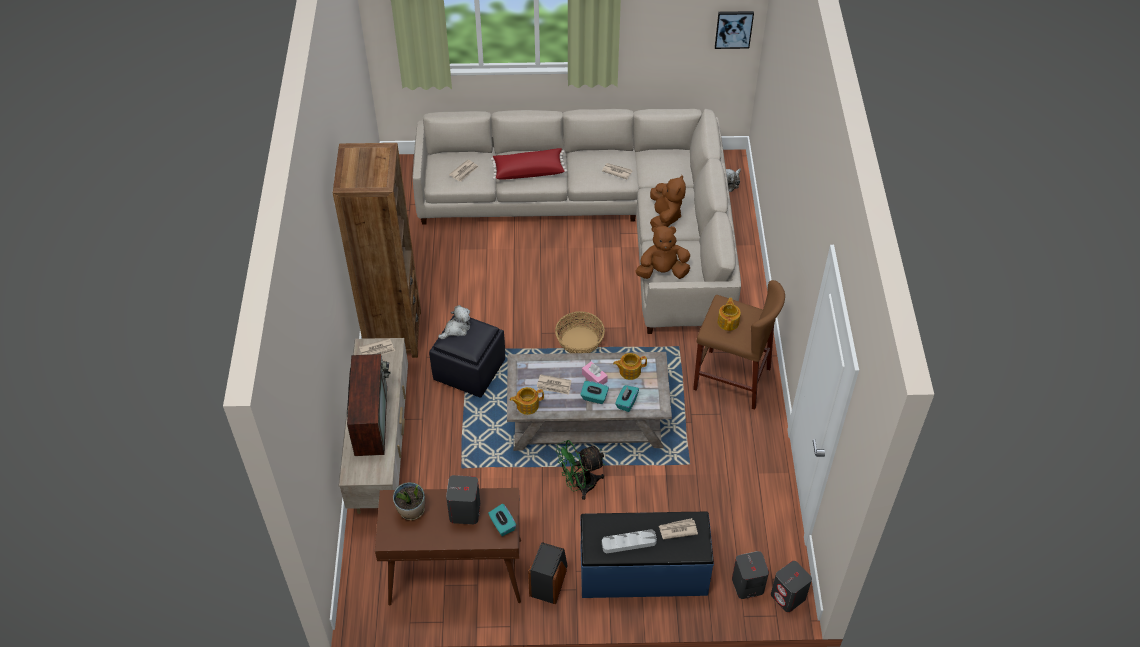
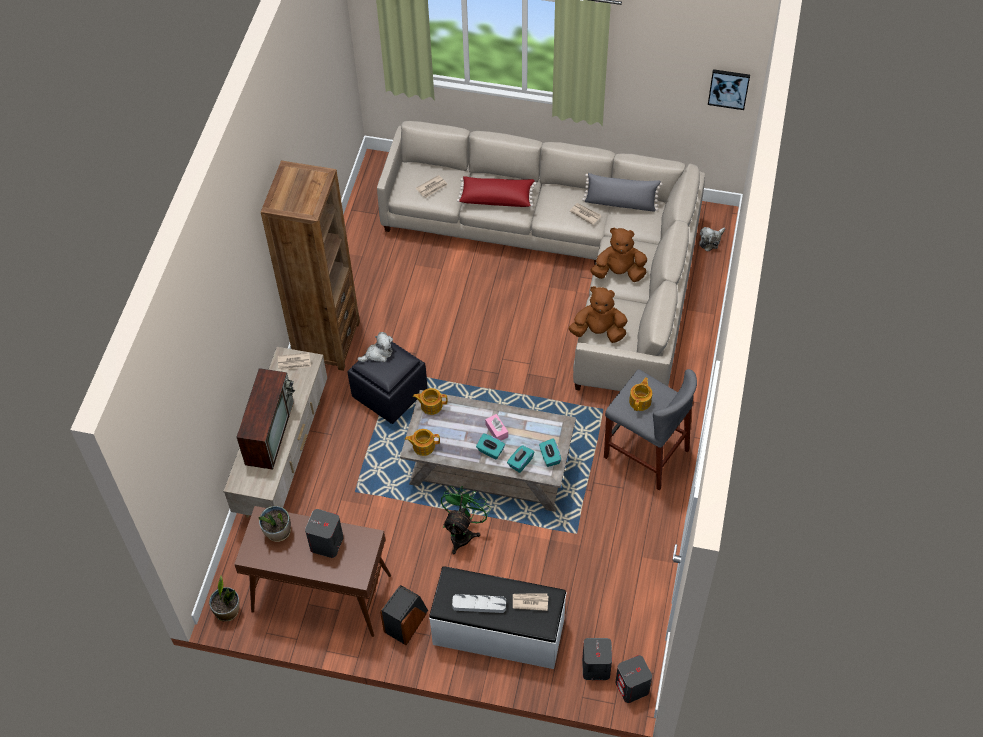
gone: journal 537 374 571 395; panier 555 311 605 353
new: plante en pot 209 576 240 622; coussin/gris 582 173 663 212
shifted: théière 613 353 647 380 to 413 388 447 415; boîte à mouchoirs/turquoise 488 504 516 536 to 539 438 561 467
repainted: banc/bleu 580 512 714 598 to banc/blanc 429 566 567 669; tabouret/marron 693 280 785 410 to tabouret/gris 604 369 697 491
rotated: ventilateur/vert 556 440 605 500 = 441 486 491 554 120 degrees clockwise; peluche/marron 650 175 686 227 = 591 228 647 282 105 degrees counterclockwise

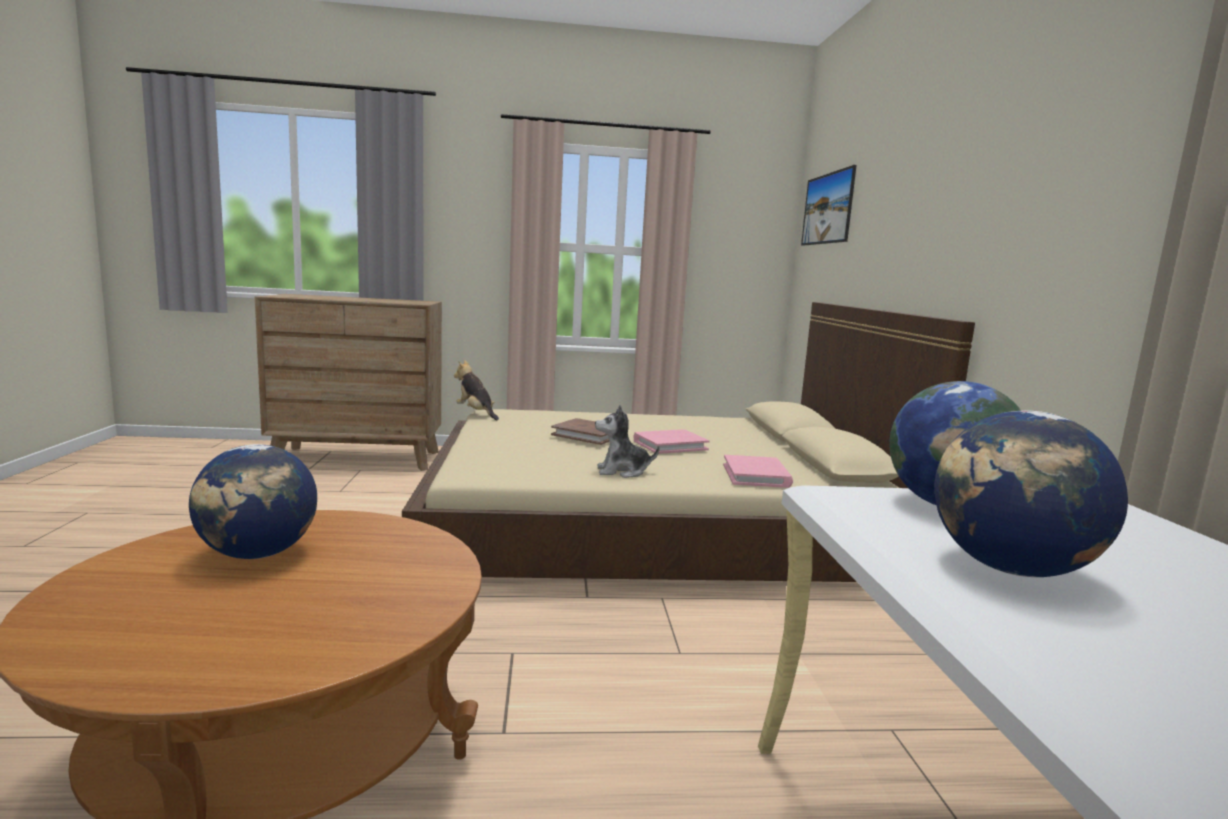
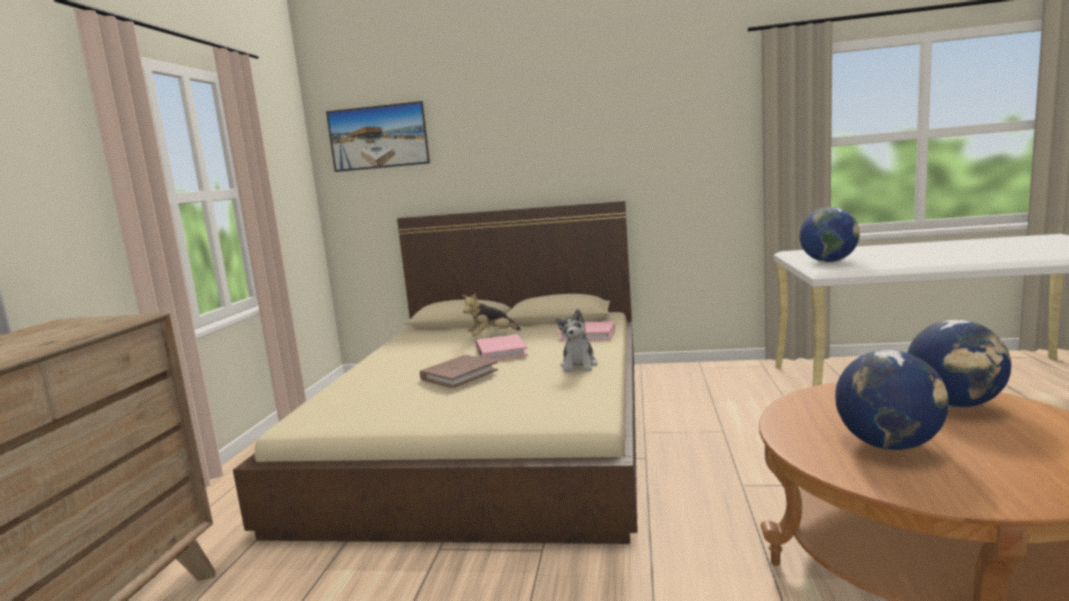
shifted: peluche 454 360 499 420 to 462 294 521 336; globe 935 410 1128 577 to 907 320 1011 407

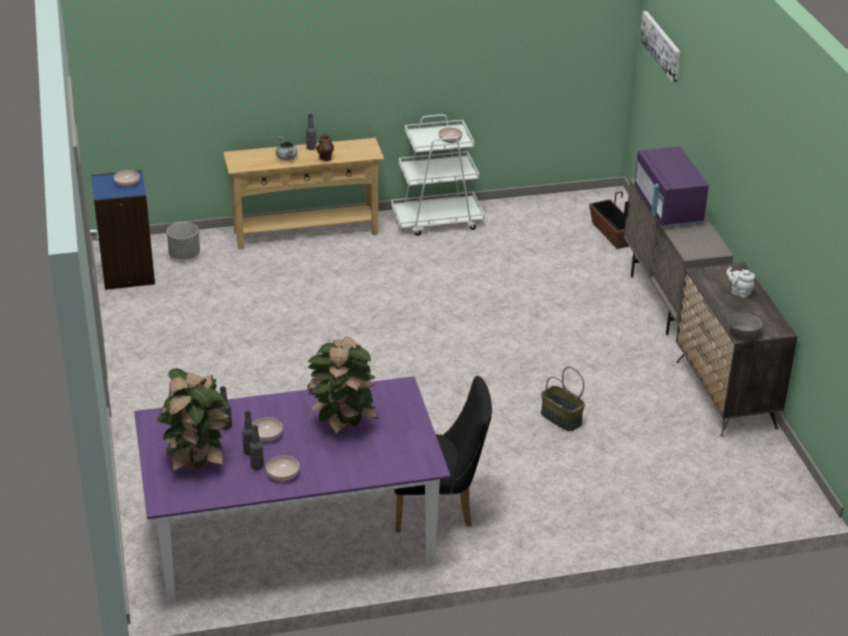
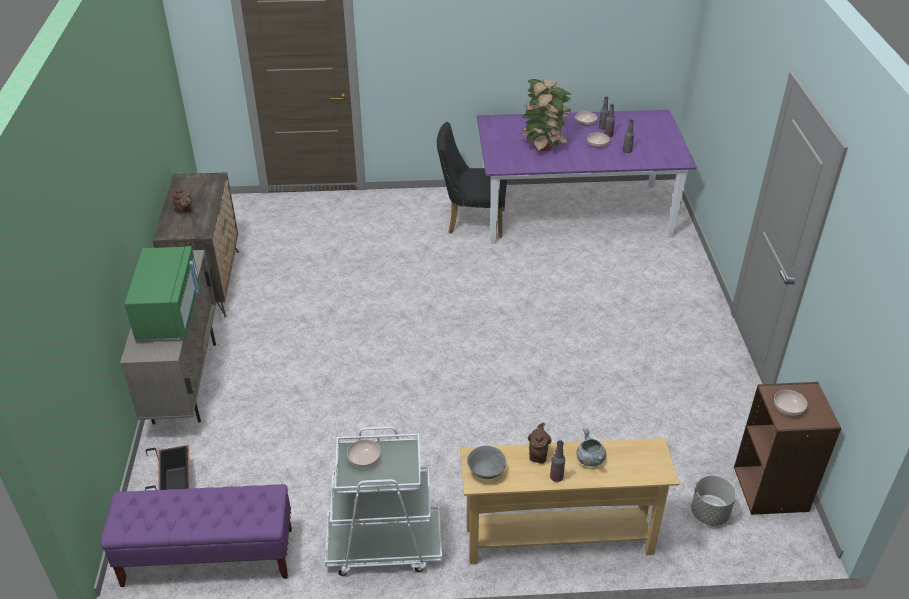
gone: plante en pot 156 368 230 472; panier 541 367 585 431; tableau 640 11 681 82
new: banc/violet 101 484 292 587
shifted: bol/gris 728 312 763 338 to 467 446 506 479
repainted: micro-ondes/violet 634 147 709 228 to micro-ondes/vert 125 246 199 340; théière/blanc 726 267 755 298 to théière/marron 172 187 192 215; bibliothèque/bleu 91 170 155 290 to bibliothèque/marron 734 382 841 515

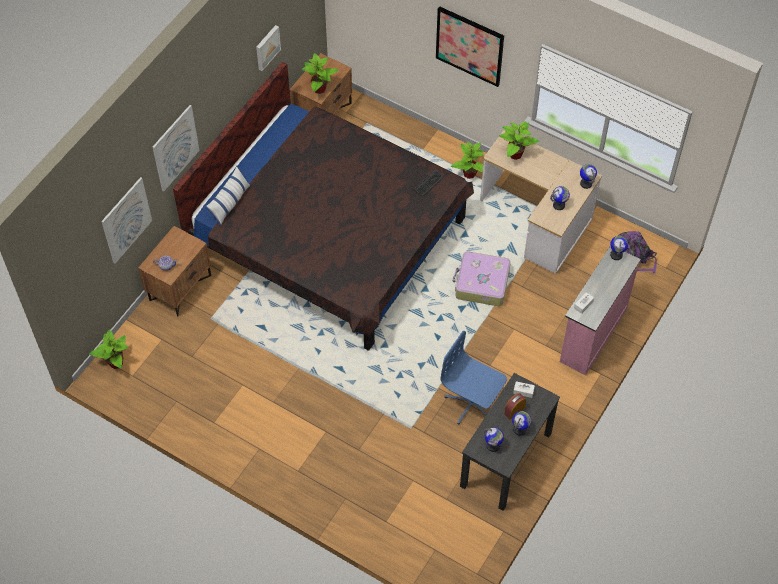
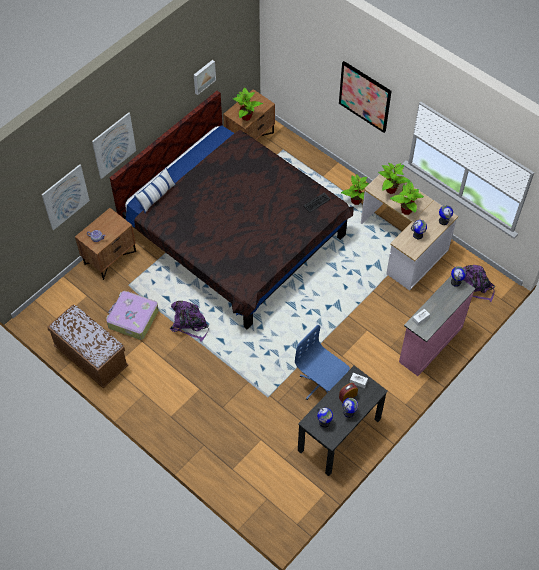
new: banc/marron 47 304 128 388; sac à dos/violet 170 301 209 342
shifted: valise 453 251 511 306 to 106 291 159 340; plante en pot 89 330 128 369 to 390 181 424 215

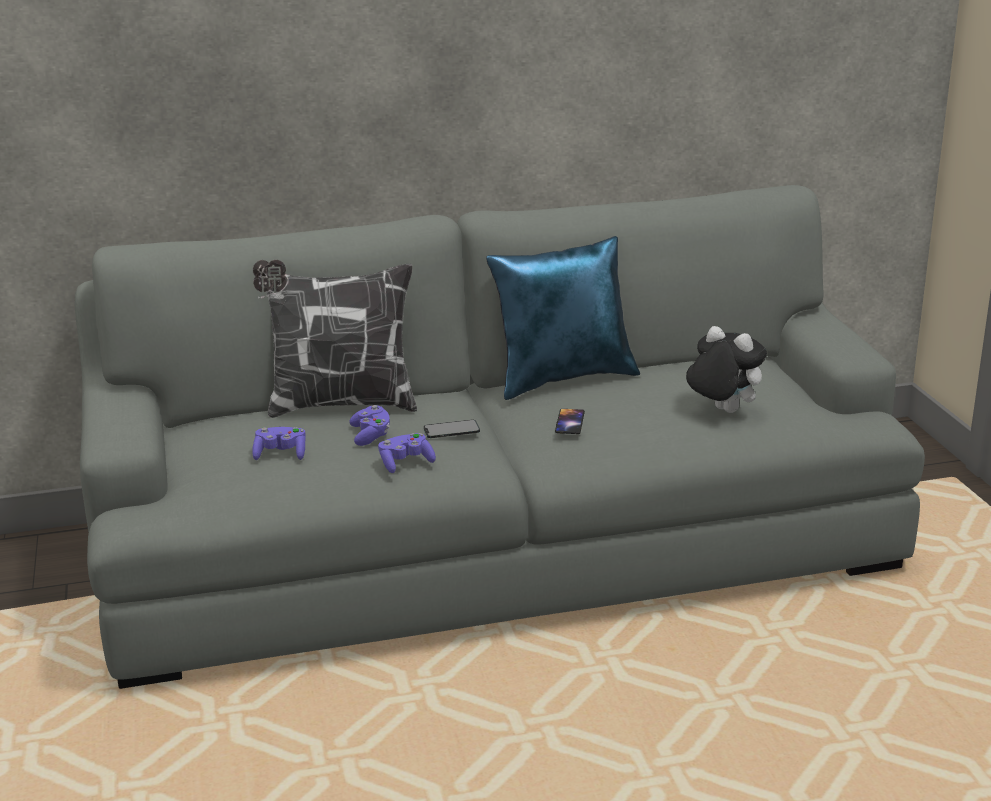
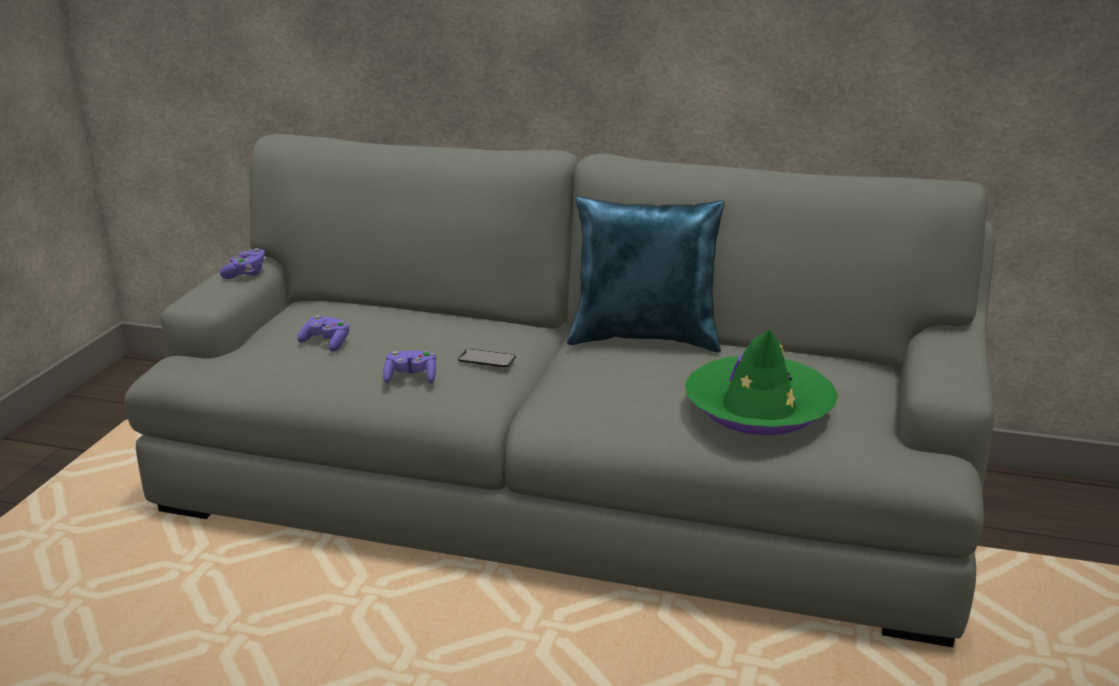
gone: coussin 253 259 417 418; téléphone 555 409 585 434
shifted: manette/violet 349 405 390 446 to 220 248 266 279
swapped: peluche 686 326 767 413 to chapeau/vert 685 329 838 435

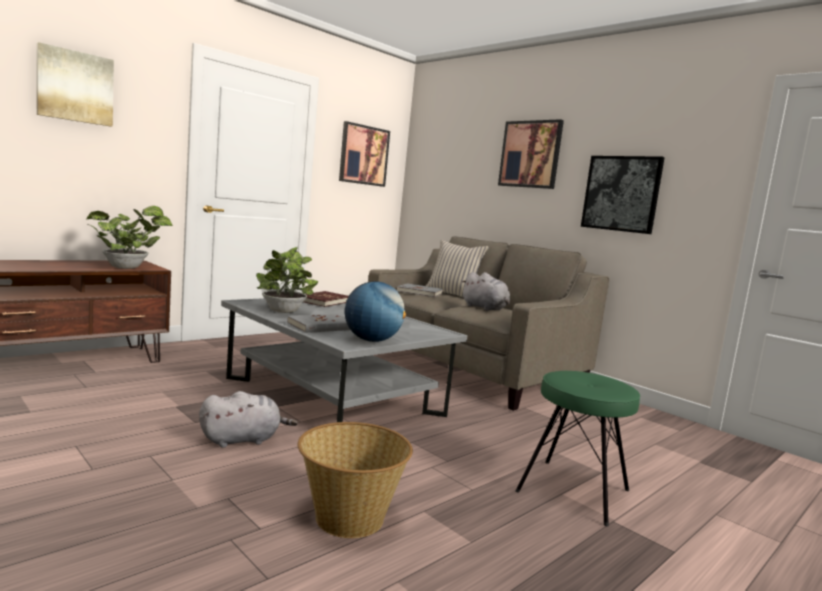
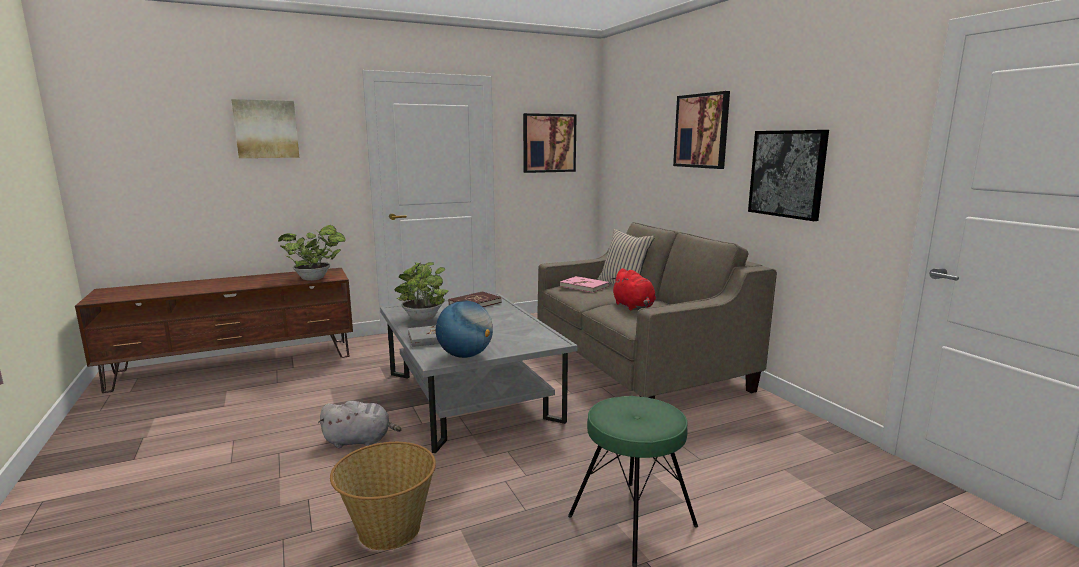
repainted: livre/gris 397 283 443 297 to livre/rose 560 276 609 293; peluche/gris 461 272 510 311 to peluche/rouge 611 268 656 311

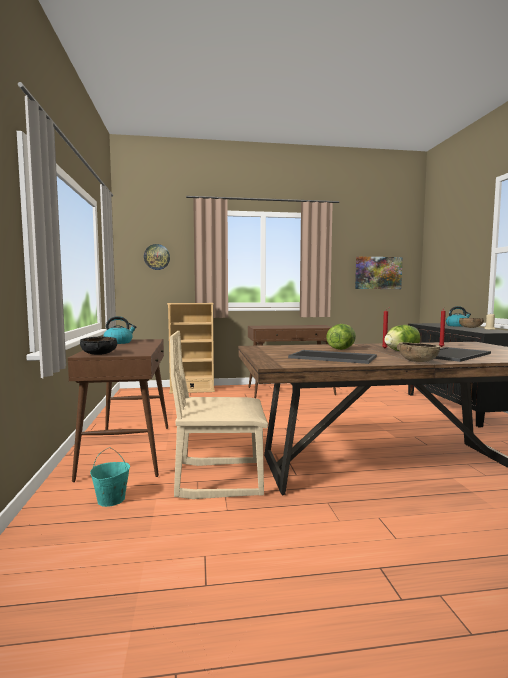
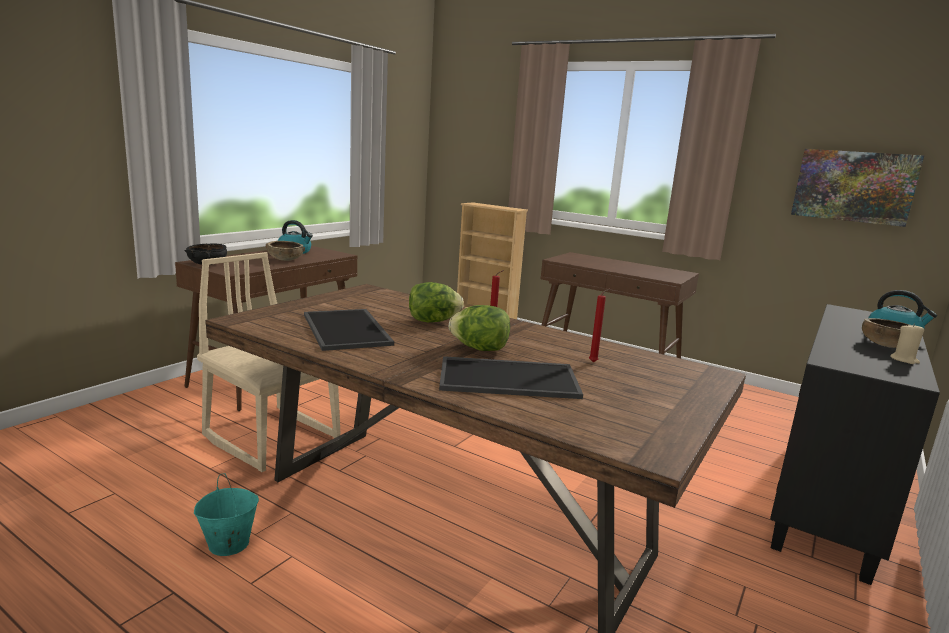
gone: horloge murale 144 244 170 270
shifted: seau/turquoise 90 447 130 507 to 194 473 259 556; bol/marron 397 342 440 362 to 266 241 305 261

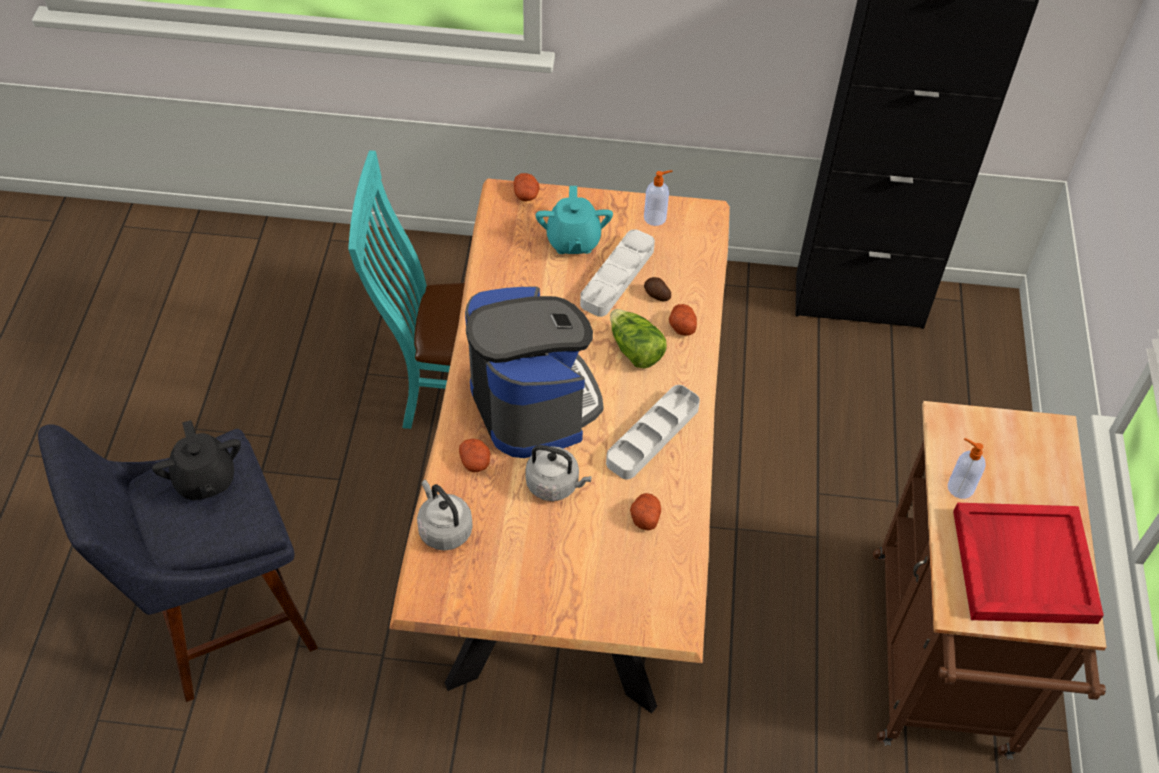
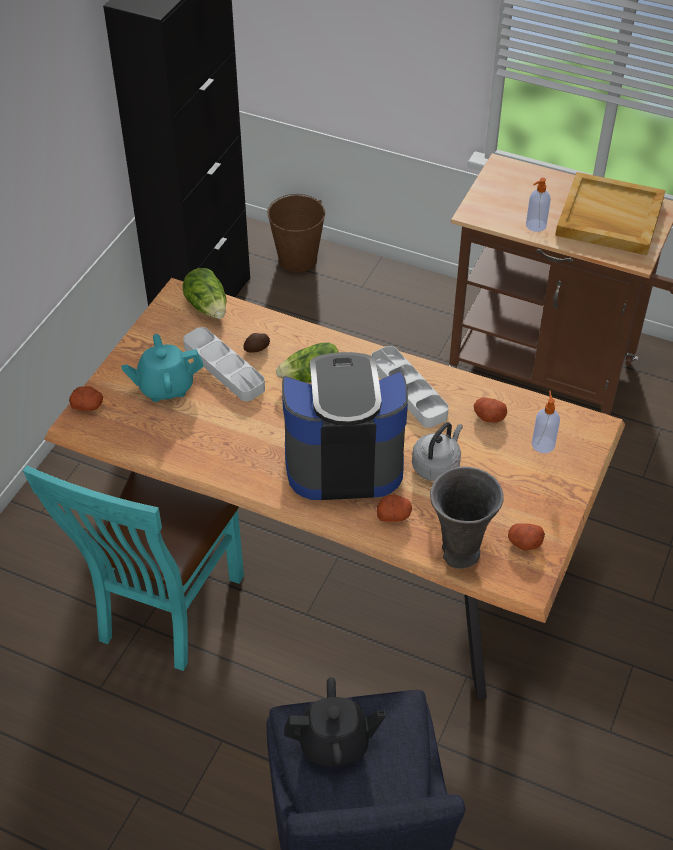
new: laitue 182 268 226 319; seau/marron 267 194 325 273
shifted: pomme de terre 669 304 697 336 to 508 523 545 550; distributeur de savon 644 170 672 226 to 532 390 560 453
swapped: bouilloire/gris 417 480 473 551 to vase/gris 430 466 504 569
repainted: plateau/rouge 953 503 1104 624 to plateau/beige 555 172 665 255
rotated: théière/turquoise 536 186 613 254 = 121 334 204 402 150 degrees clockwise

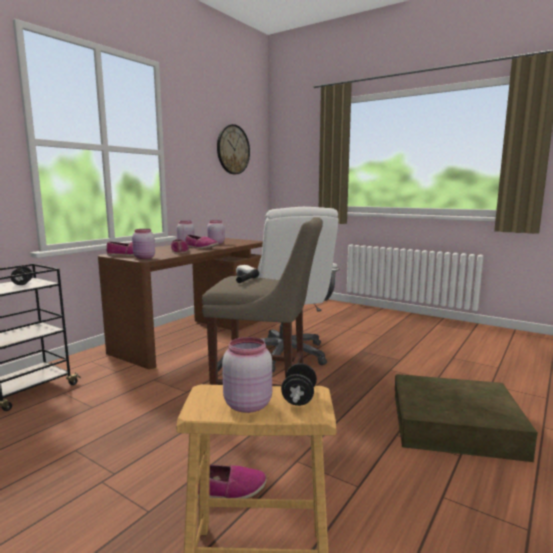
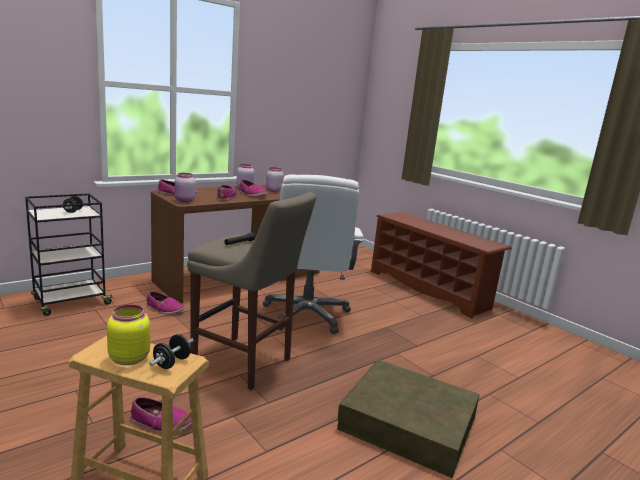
gone: horloge murale 217 124 250 174
new: chaussure 146 292 185 314; étagère à chaussures/marron 371 212 512 319
repainted: bocal/rose 222 337 272 413 to bocal/jaune 107 305 150 365

